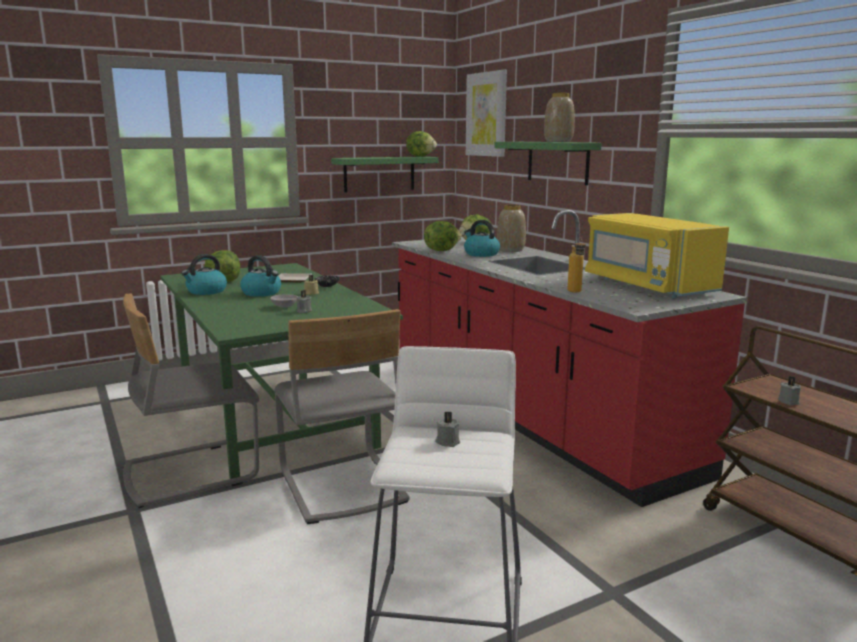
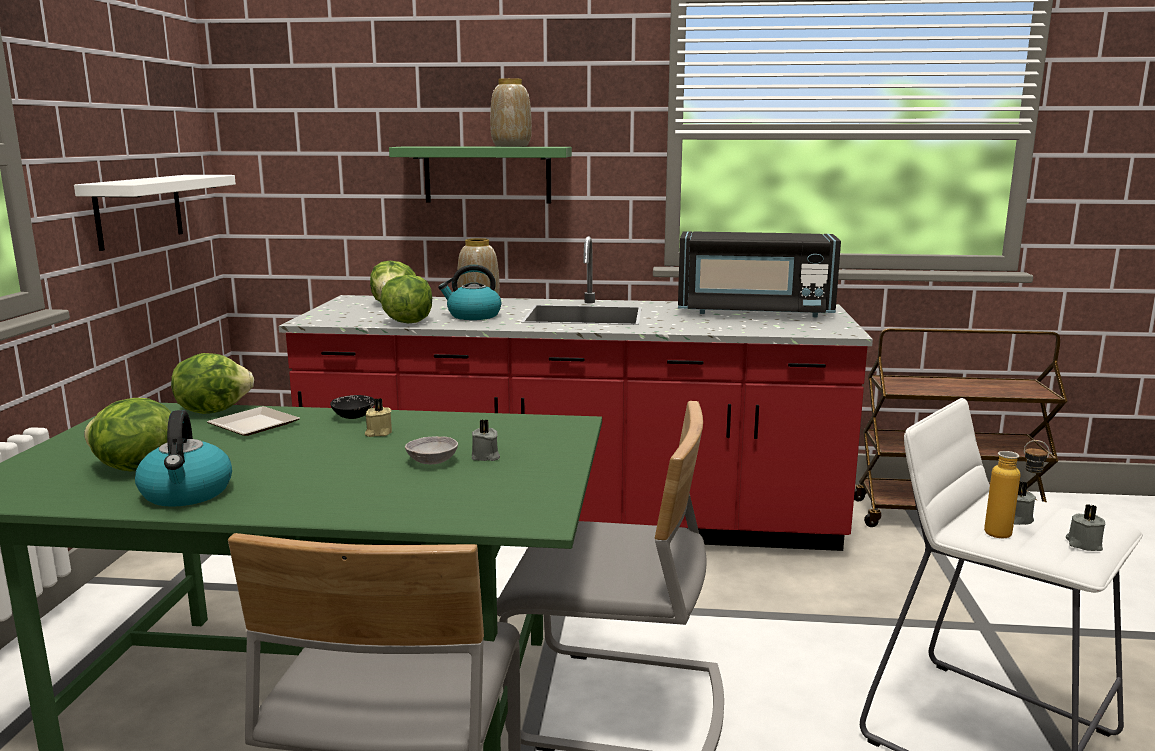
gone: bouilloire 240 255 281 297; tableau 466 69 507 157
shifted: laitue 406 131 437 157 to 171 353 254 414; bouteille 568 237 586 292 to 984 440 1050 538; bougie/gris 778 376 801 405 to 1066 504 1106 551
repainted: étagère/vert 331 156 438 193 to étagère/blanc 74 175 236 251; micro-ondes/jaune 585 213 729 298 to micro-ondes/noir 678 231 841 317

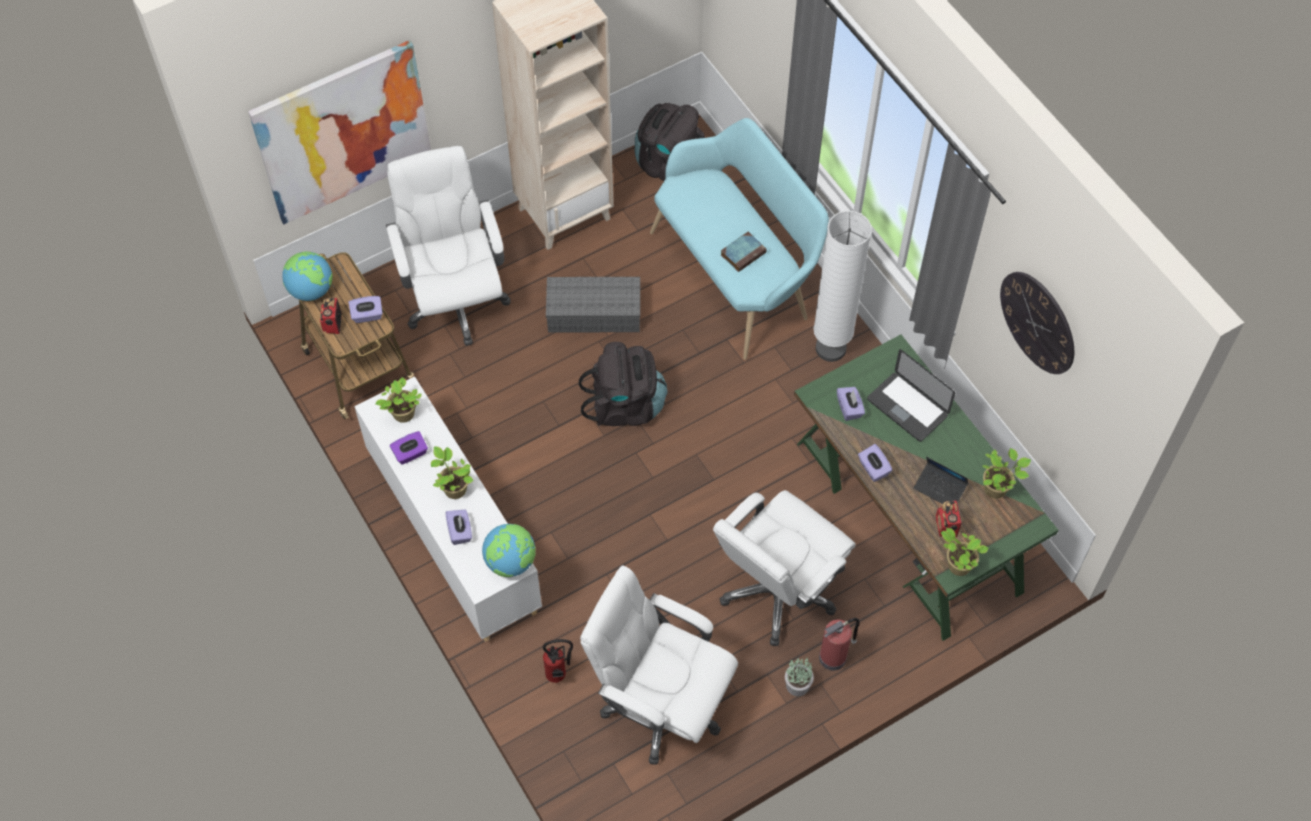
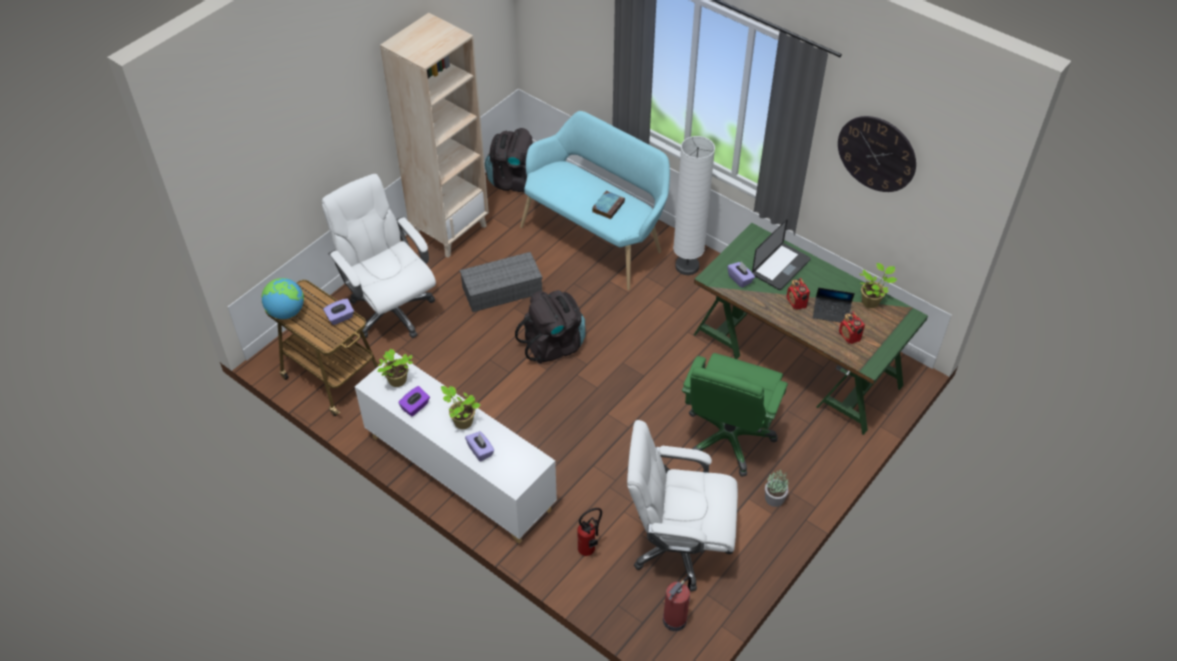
gone: tableau 248 40 431 224; globe 482 524 536 577; boîte à mouchoirs/violet 858 444 892 482; plante en pot 941 528 988 576
shifted: extincteur 819 618 860 671 to 663 576 691 631; radio 320 298 342 334 to 787 278 810 310
repainted: chaise de bureau/blanc 713 490 856 646 to chaise de bureau/vert 682 353 788 477
rotated: ordinateur portable 867 349 955 442 = 752 219 811 290 75 degrees counterclockwise

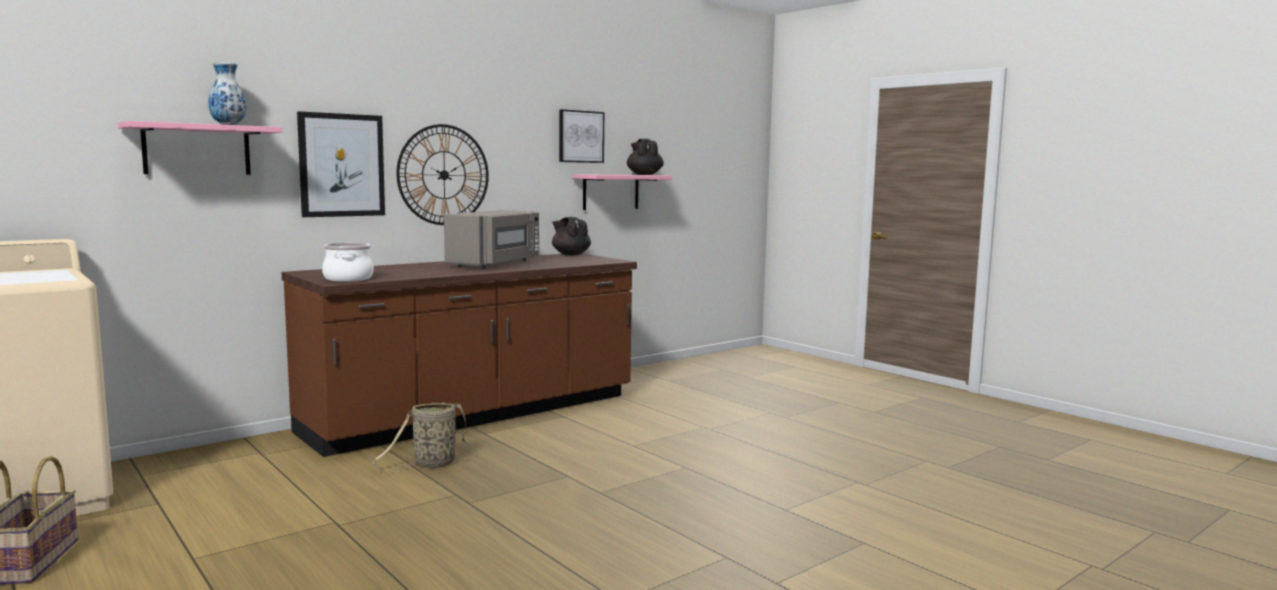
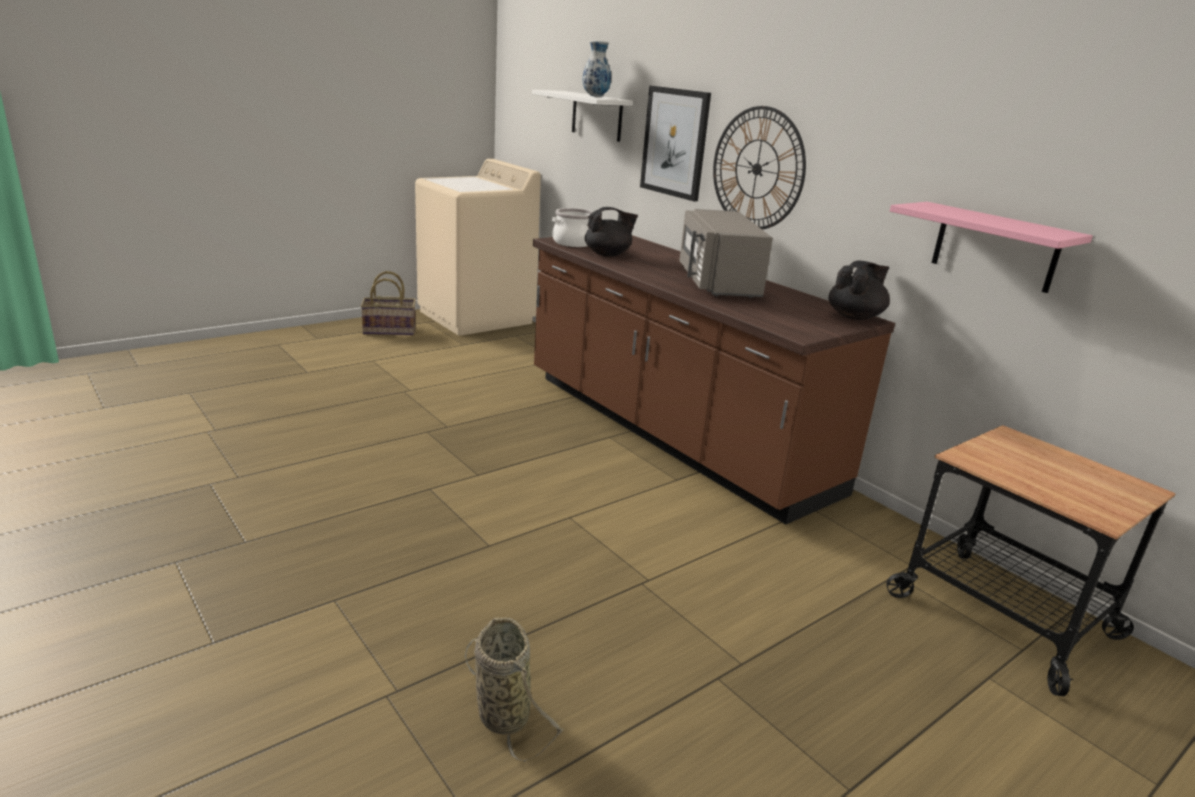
gone: tableau 559 109 604 163
new: chariot 886 425 1176 696
shifted: panier 372 403 476 471 to 465 617 564 762; théière/noir 627 139 664 175 to 585 207 638 256
repainted: étagère/rose 118 121 282 175 to étagère/blanc 532 90 633 142
rotated: micro-ondes/gris 444 210 539 268 = 679 209 773 298 60 degrees clockwise

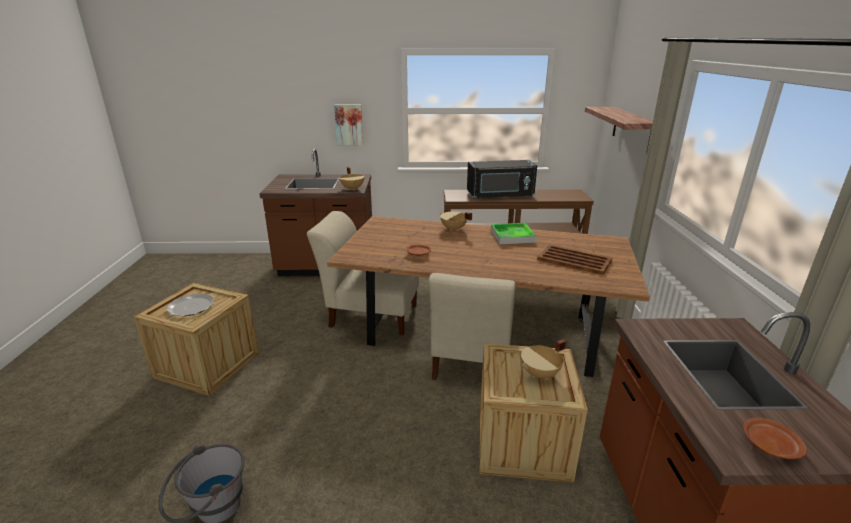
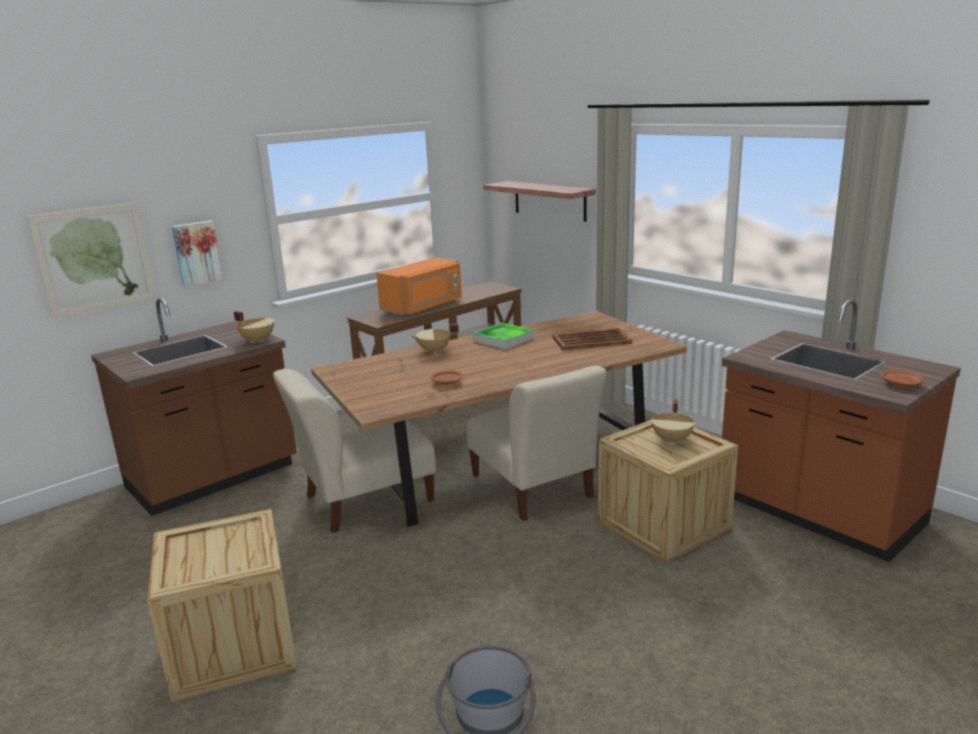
gone: assiette 166 293 215 316
new: tableau 26 202 156 319
repainted: micro-ondes/noir 467 160 537 198 to micro-ondes/orange 376 257 462 315

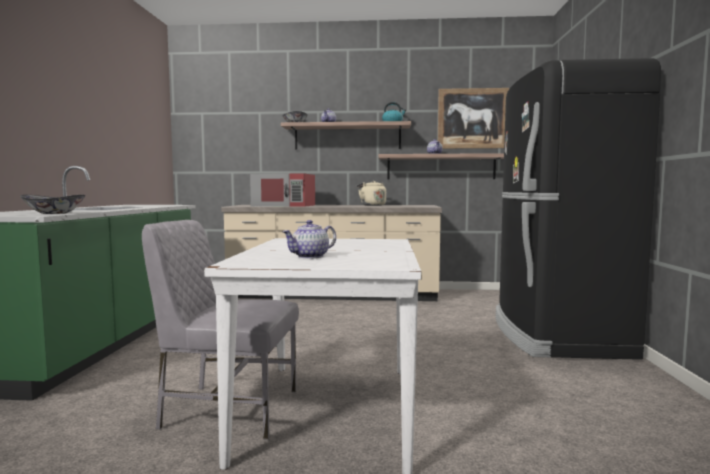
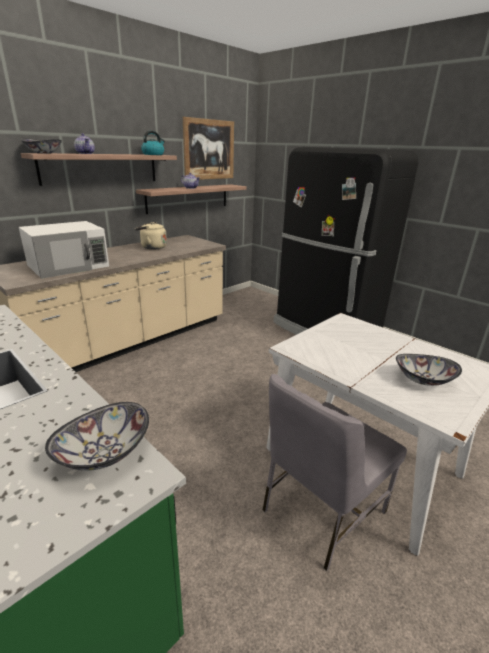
swapped: théière 282 220 336 258 to bol 396 354 462 386
repainted: micro-ondes/rouge 250 174 315 207 to micro-ondes/blanc 19 221 109 279

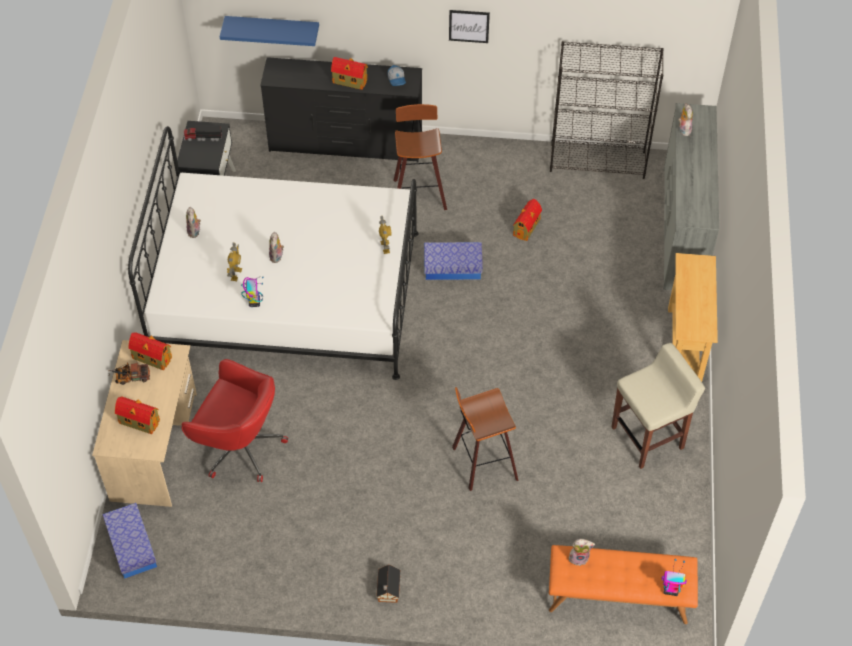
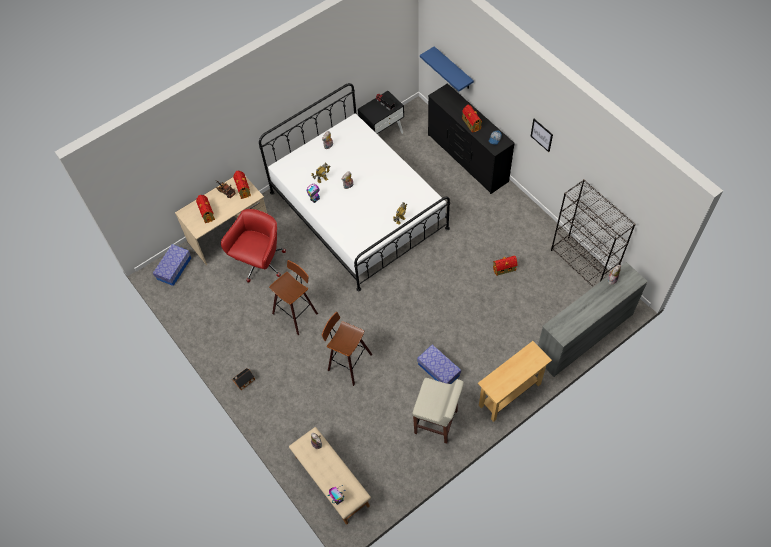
shifted: tabouret 394 104 447 210 to 269 260 318 336; boîte de rangement 424 242 483 280 to 417 345 461 384
repainted: banc/orange 549 545 698 624 to banc/beige 289 427 371 525
rotated: chaise de bureau/rouge 182 359 288 482 = 221 209 286 283 135 degrees counterclockwise

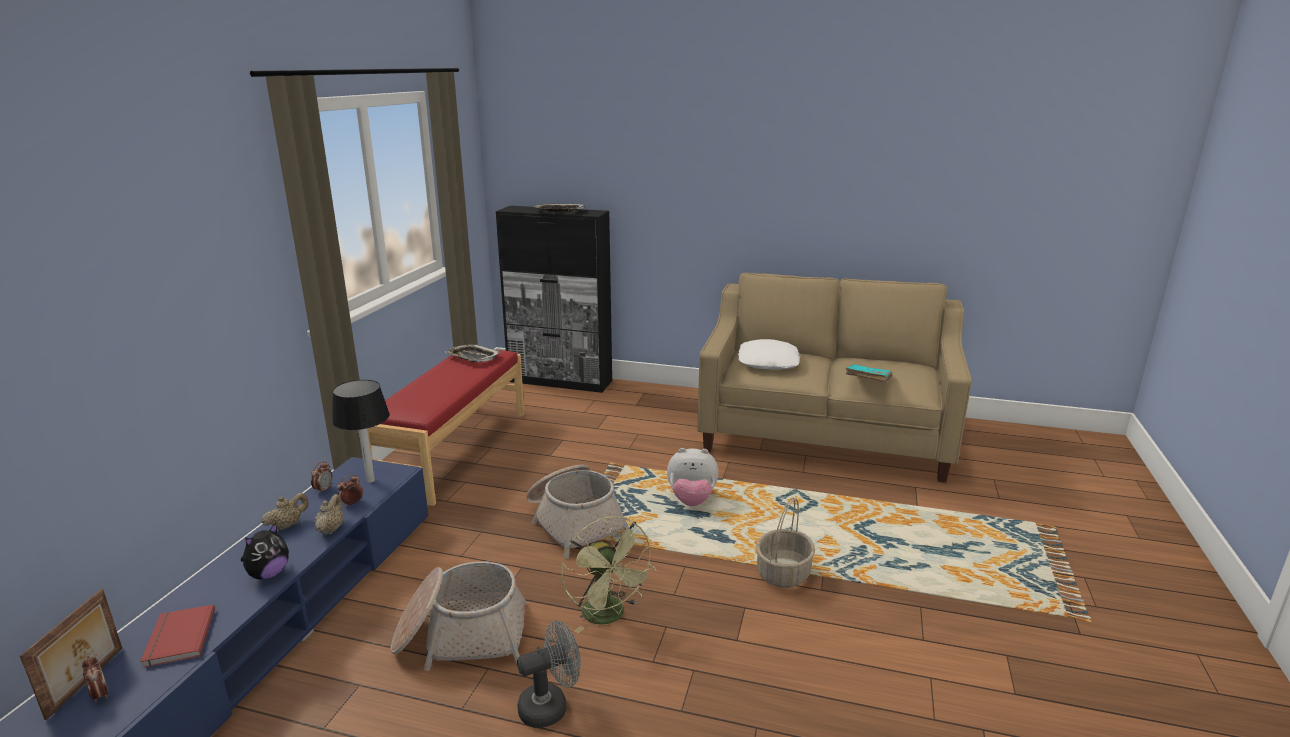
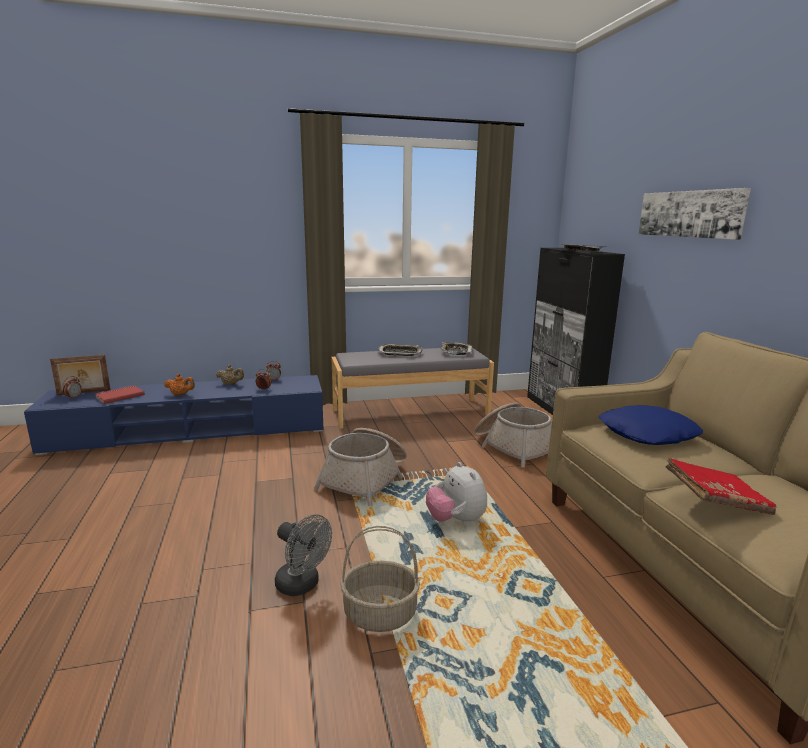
gone: théière/beige 314 494 343 534; lampe de table 332 380 390 483; ventilateur/vert 561 516 656 633
new: plateau 378 344 423 356; tableau 638 188 751 240
shifted: ventilateur/gris 517 621 581 728 to 275 514 332 596; panier 391 561 527 671 to 475 402 552 468
swapped: peluche 241 523 289 579 to théière/orange 164 374 195 395
repainted: banc/rouge 358 349 525 506 to banc/gris 331 348 494 429; coussin/blanc 738 339 800 370 to coussin/bleu 598 405 703 445; livre/turquoise 846 364 892 382 to livre/rouge 665 458 776 515

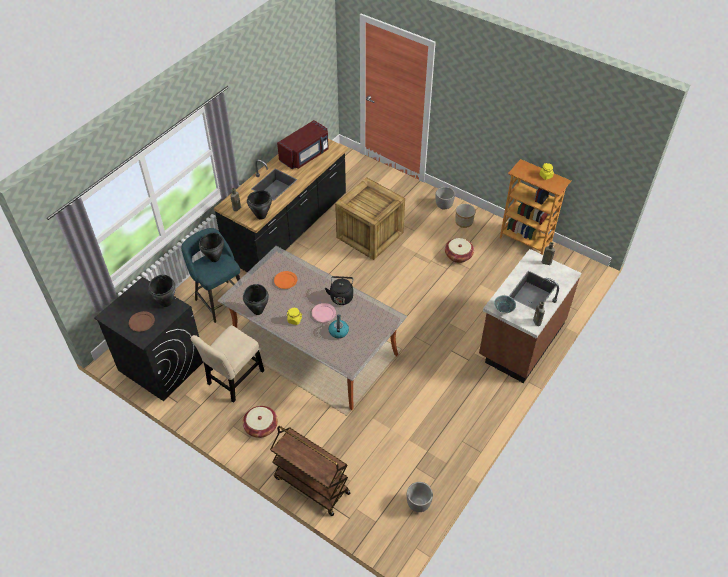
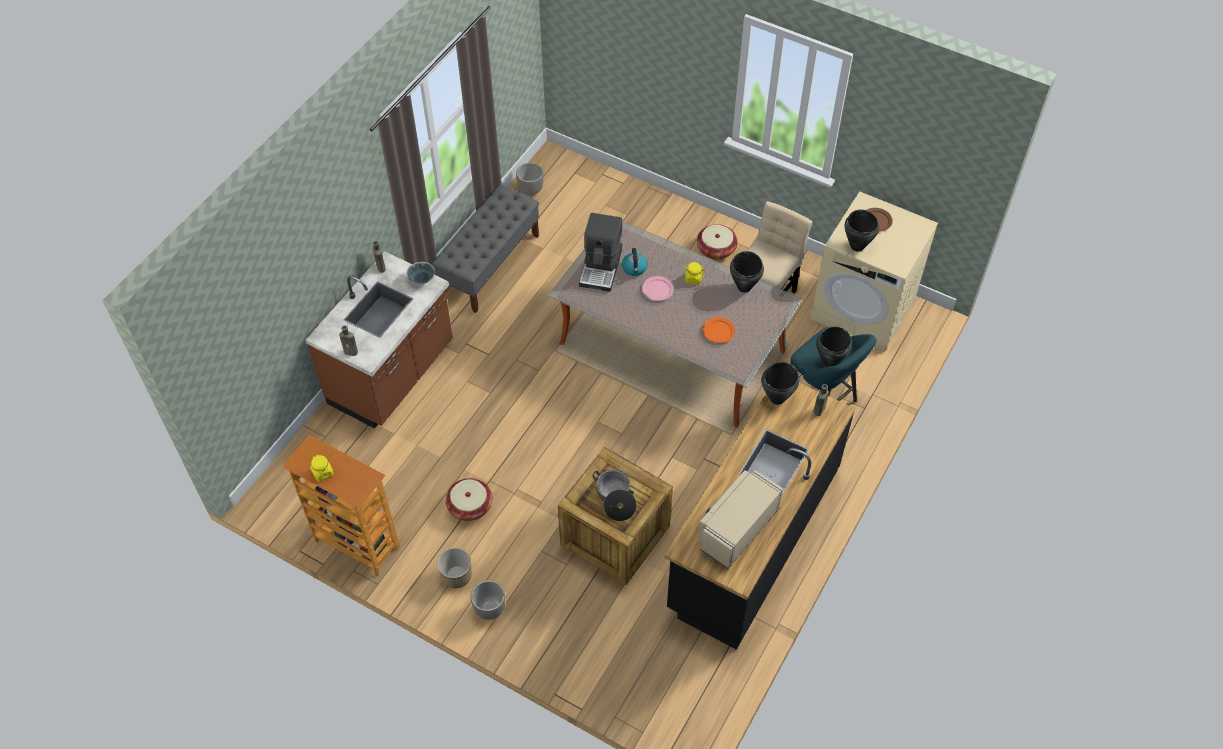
gone: chariot/marron 270 426 350 516; bouilloire/noir 325 276 354 305
new: banc/gris 432 185 539 313; machine à café 579 213 623 292; marmite 593 469 637 521
repainted: micro-ondes/rouge 277 120 329 169 to micro-ondes/beige 698 470 783 569; lave-linge/noir 94 277 203 401 to lave-linge/beige 810 191 938 352

